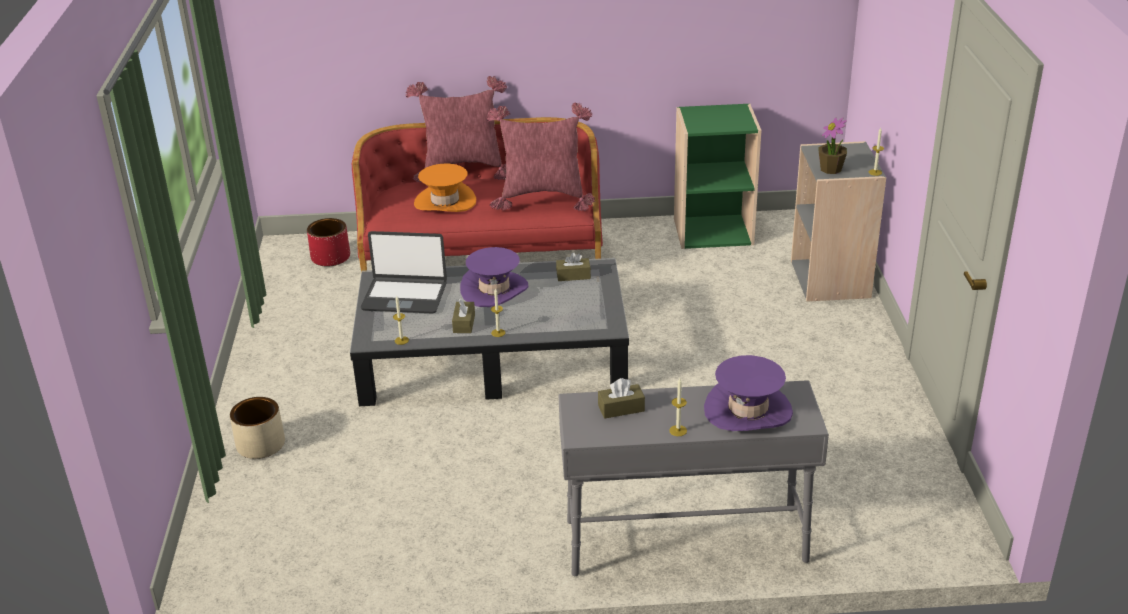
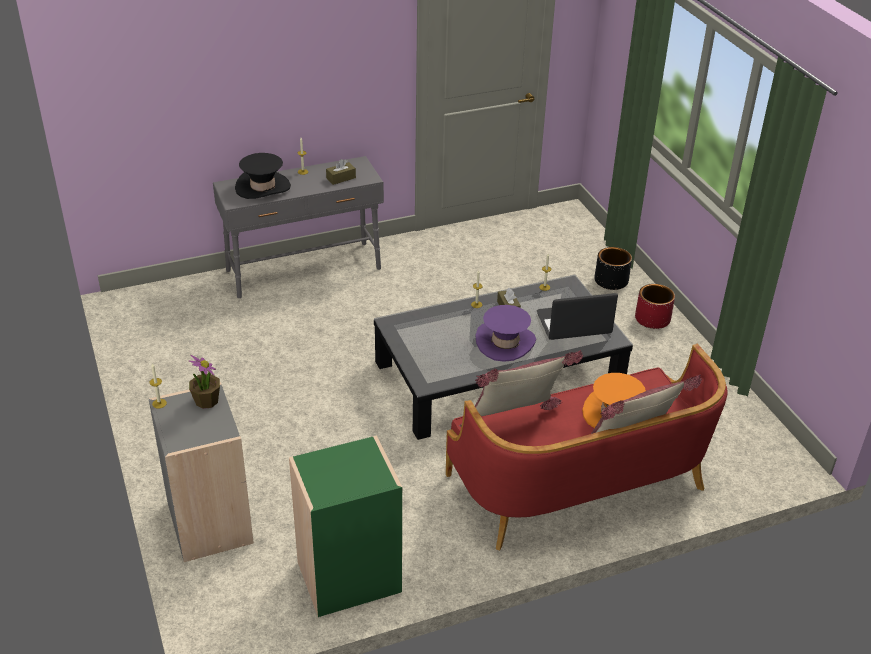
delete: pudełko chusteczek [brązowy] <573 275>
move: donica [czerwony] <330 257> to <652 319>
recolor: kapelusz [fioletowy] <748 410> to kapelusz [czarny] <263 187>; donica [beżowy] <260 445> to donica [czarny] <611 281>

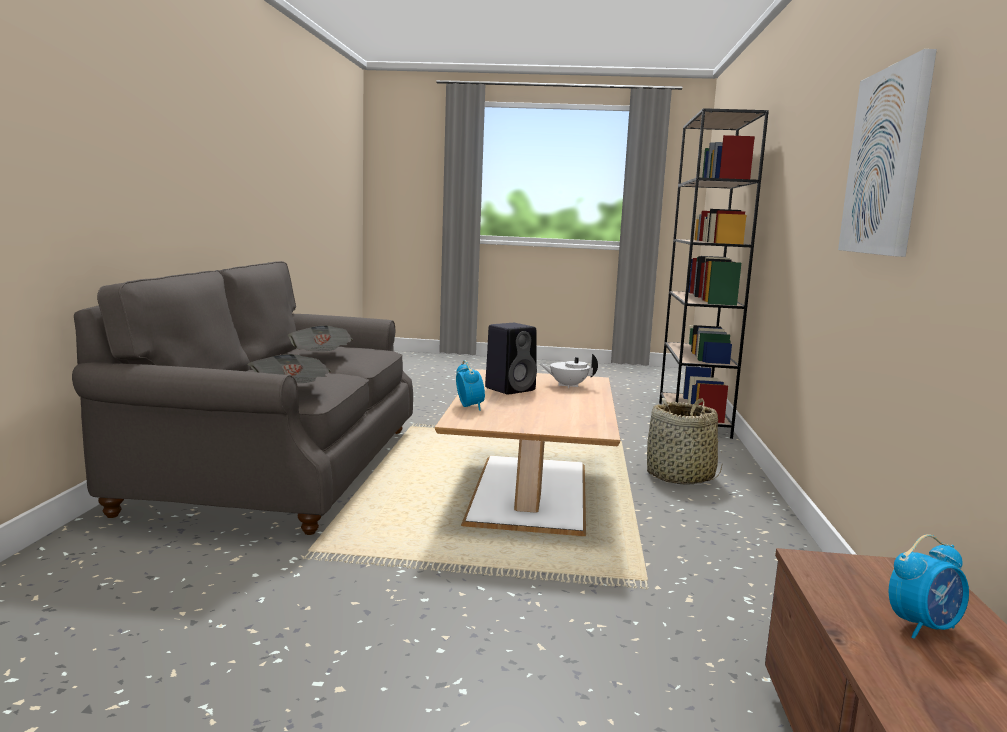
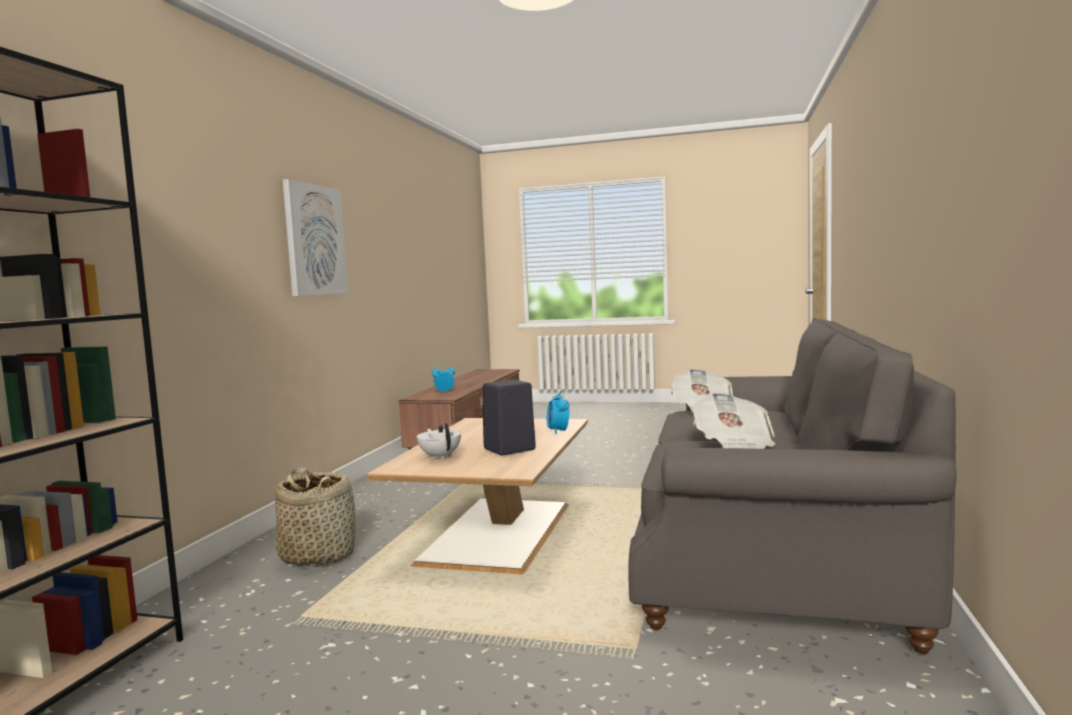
rotate: imbryk [biały] <568 386> = <440 457> 135 degrees counterclockwise

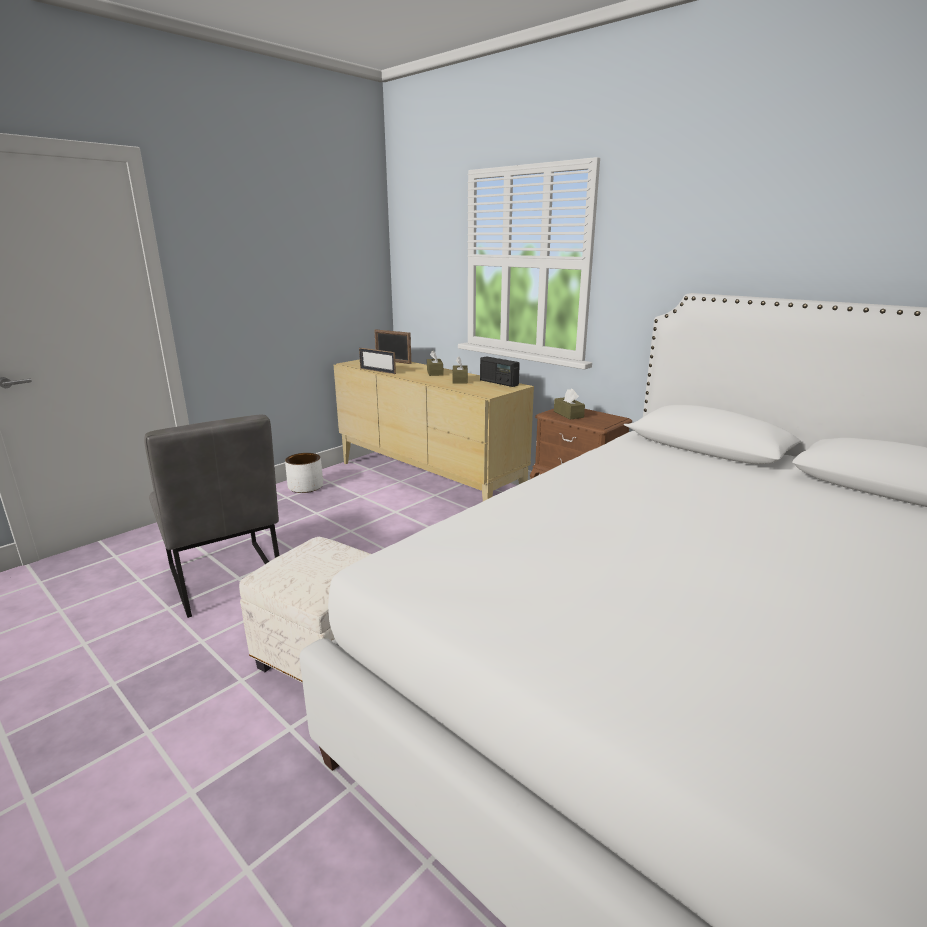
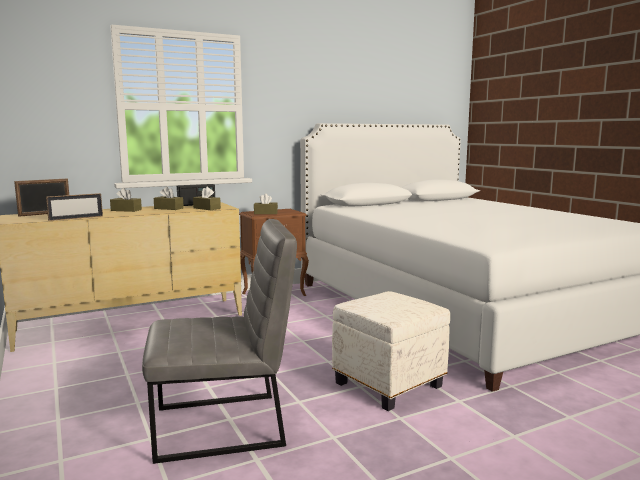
delete: donica [biały] <306 486>
insert: pudełko chusteczek [brązowy] <207 208>

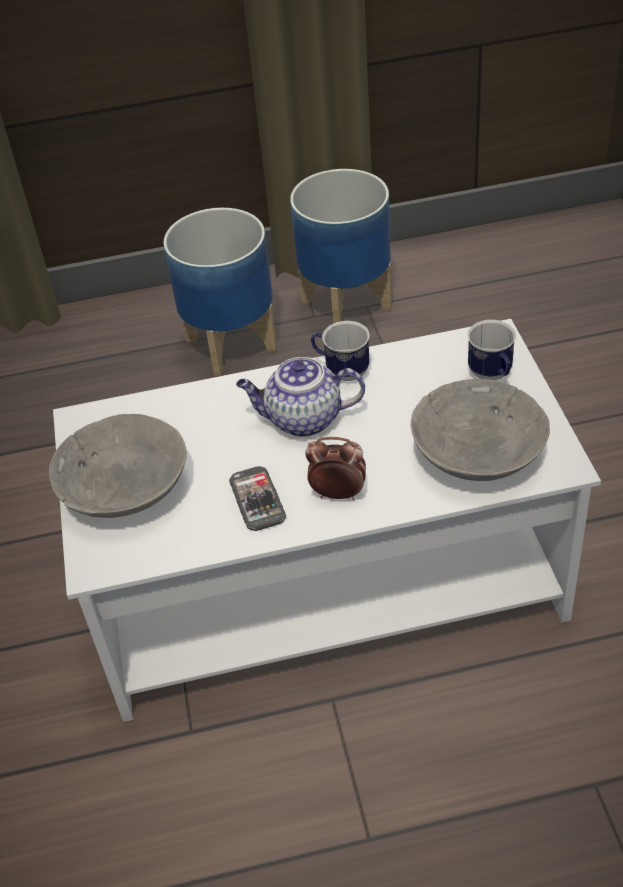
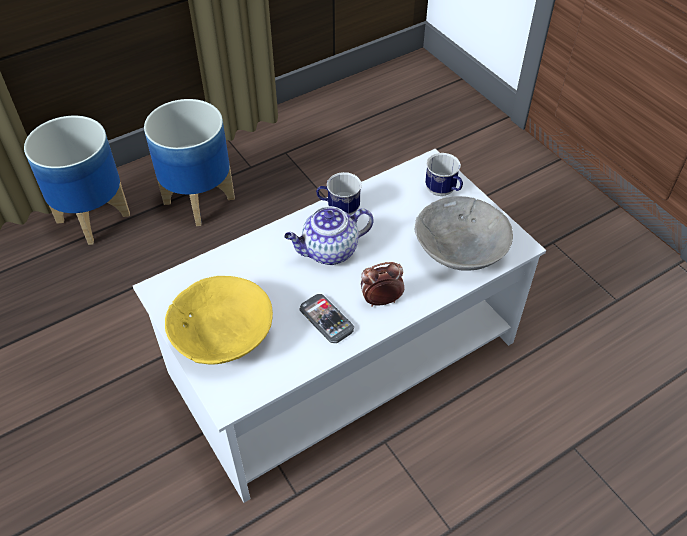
move: donica <347 303> to <94 217>
recolor: miska [szary] <126 487> to miska [żółty] <223 334>

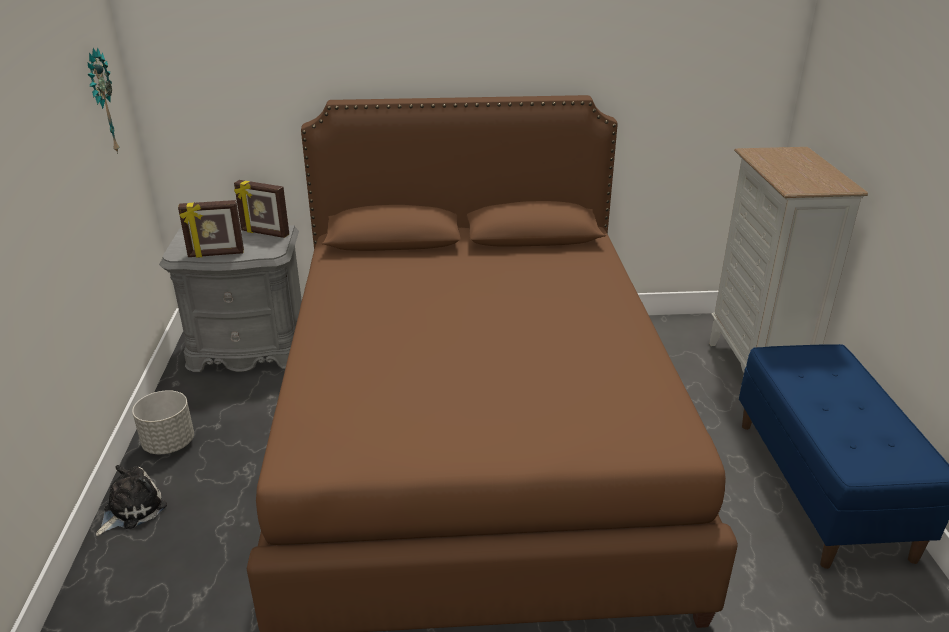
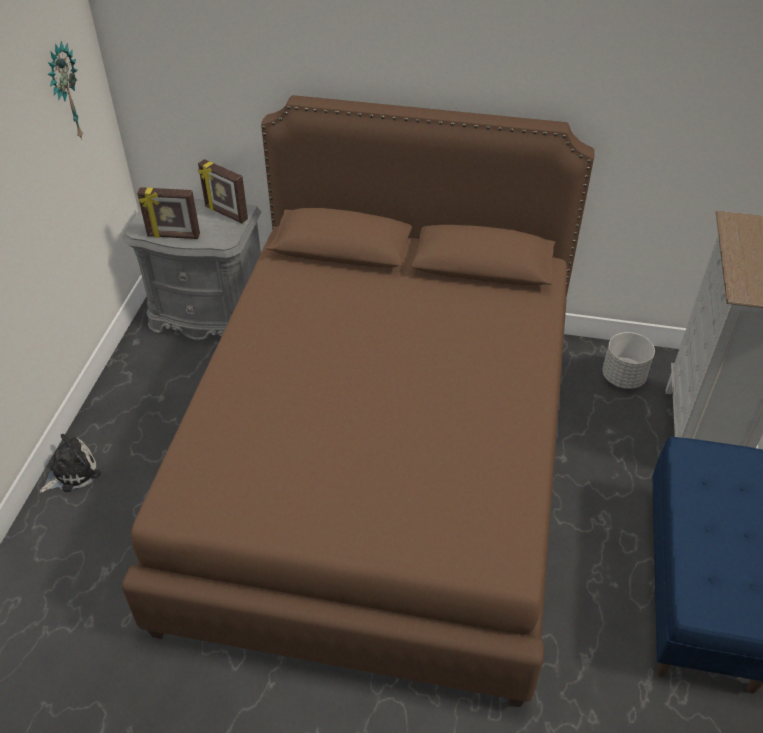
move: donica [szary] <168 444> to <622 377>

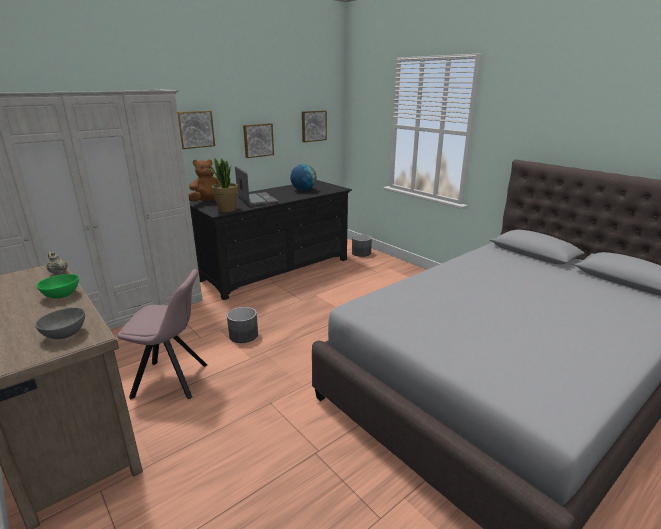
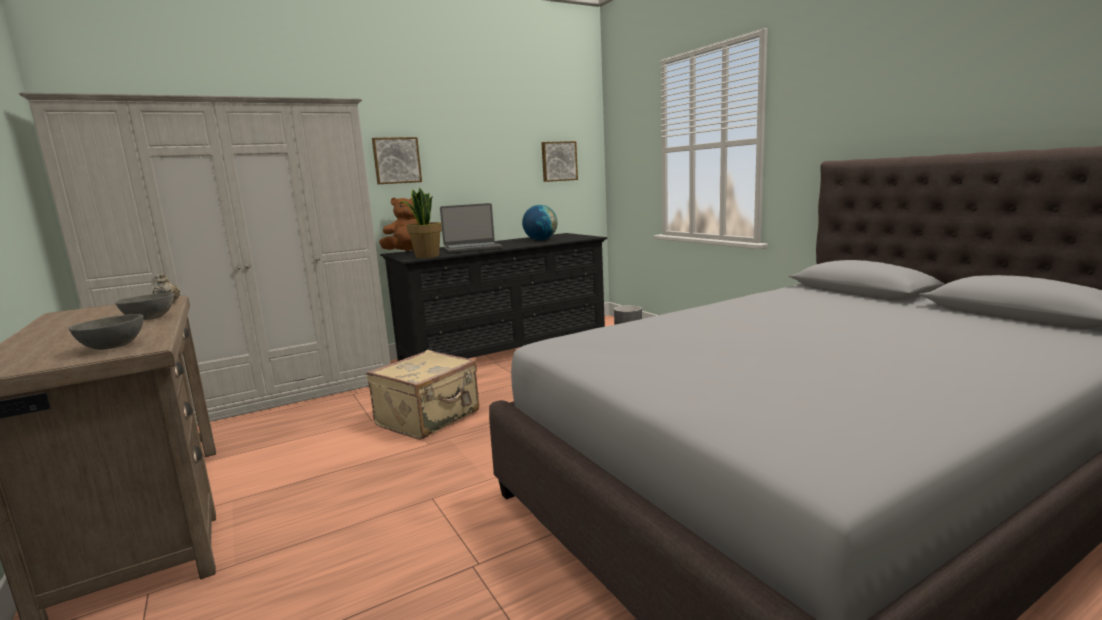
delete: krzesło [różowy] <171 380>; obraz <258 140>
replace: donica [szary] <243 335> to walizka [beżowy] <429 418>
recolor: miska [zielony] <62 296> to miska [szary] <150 319>
rotate: laptop <257 200> = <472 249> 90 degrees clockwise

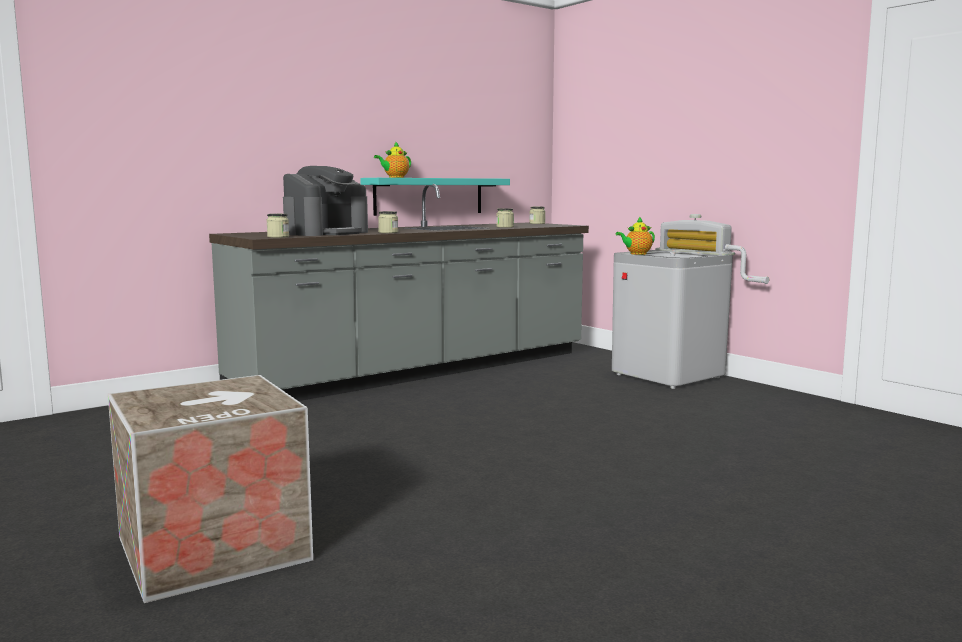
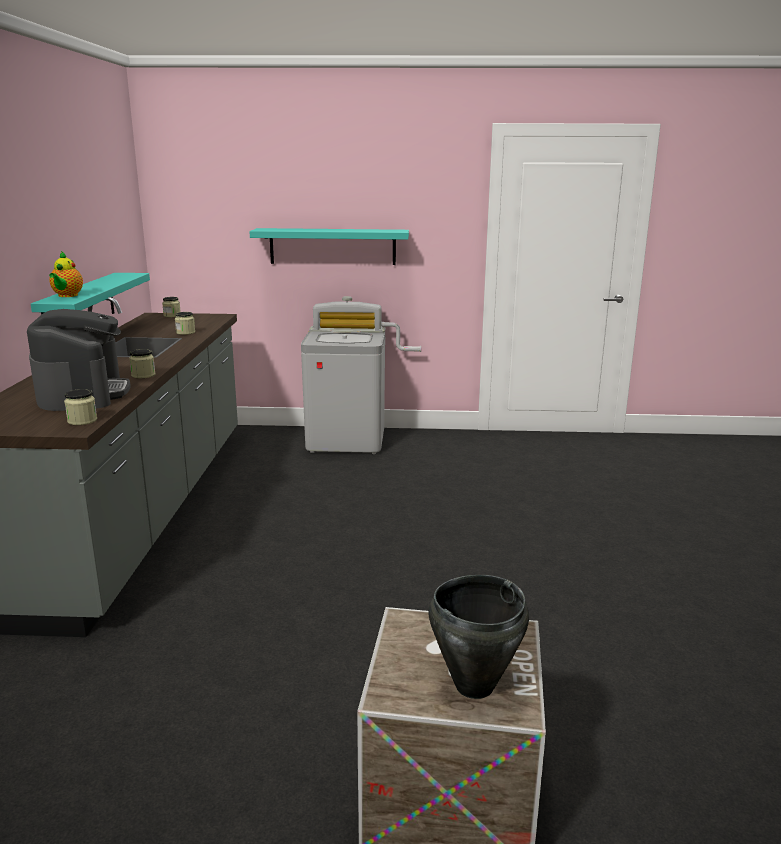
delete: imbryk <636 254>
insert: półka [turkusowy] <332 246>; garnek [czarny] <473 685>

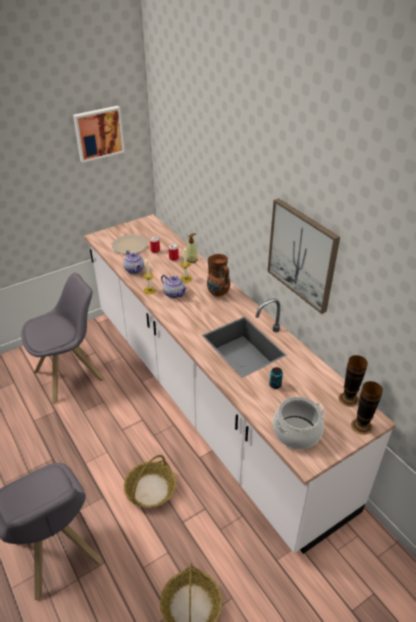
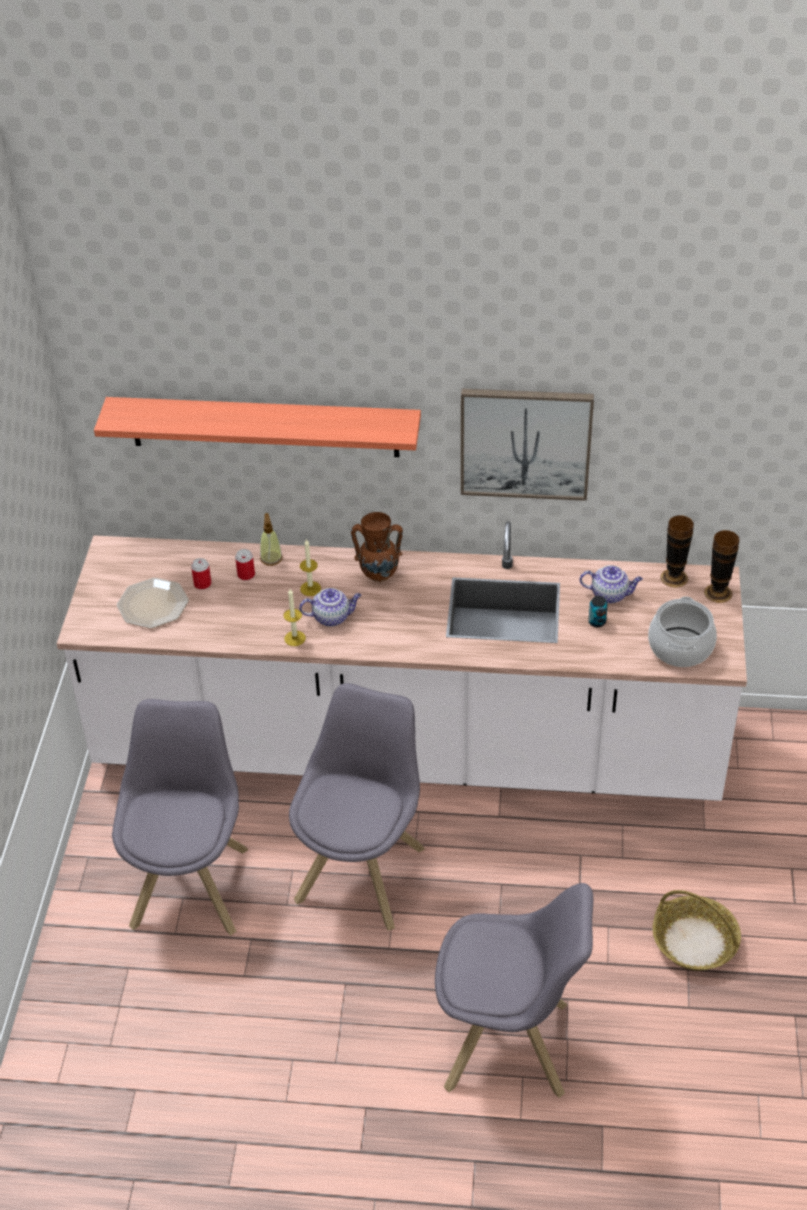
delete: obraz <98 133>; koszyk <150 489>
insert: półka <264 426>; krzesło [szary] <362 874>
move: imbryk <134 270> to <610 594>

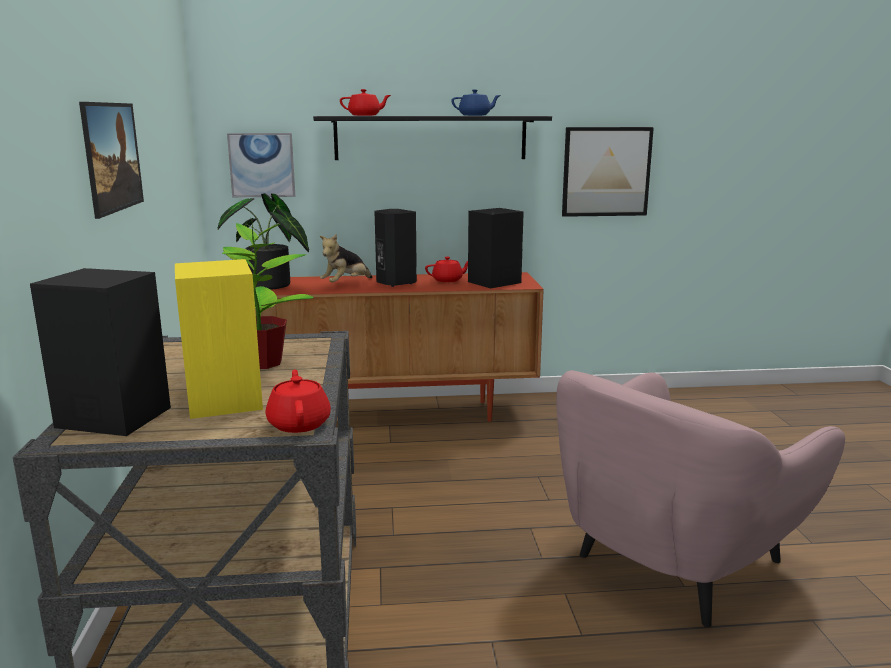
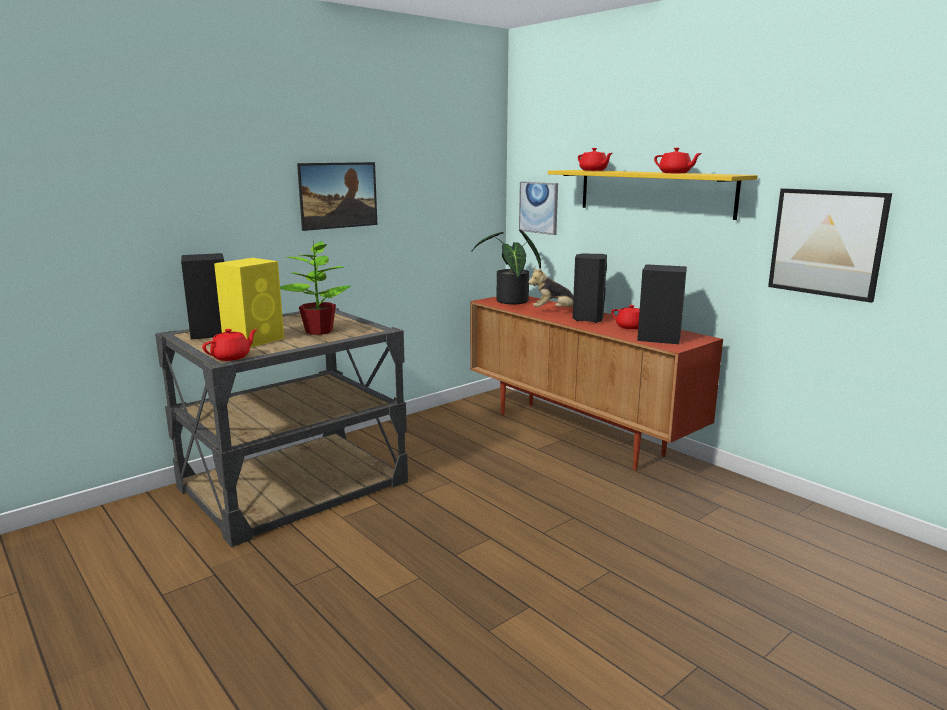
delete: fotel [różowy] <675 563>
recolor: półka [czarny] <430 137> to półka [żółty] <654 192>; imbryk [niebieski] <475 115> to imbryk [czerwony] <675 173>

